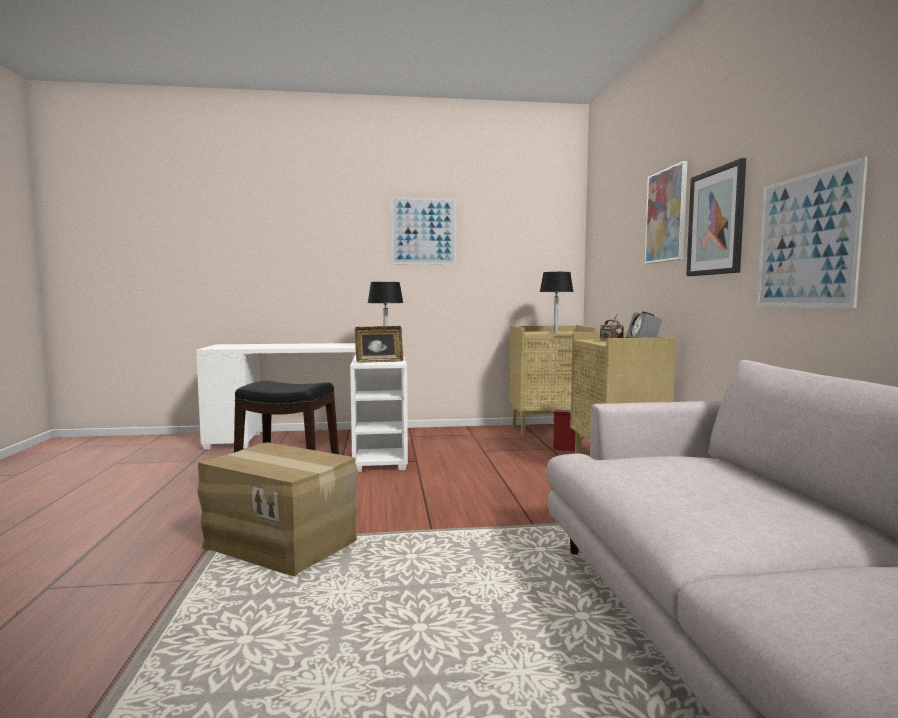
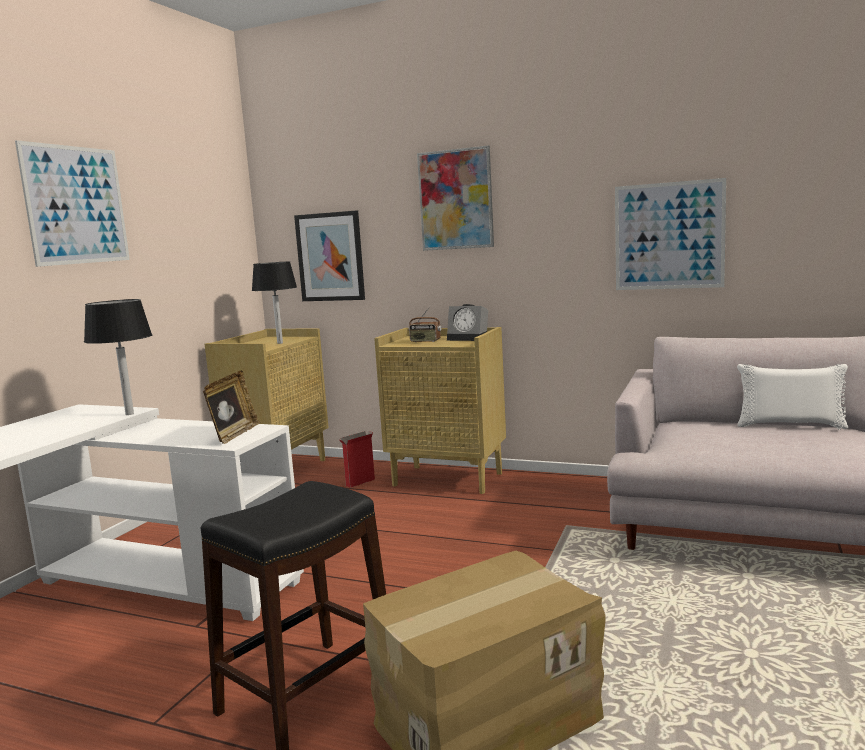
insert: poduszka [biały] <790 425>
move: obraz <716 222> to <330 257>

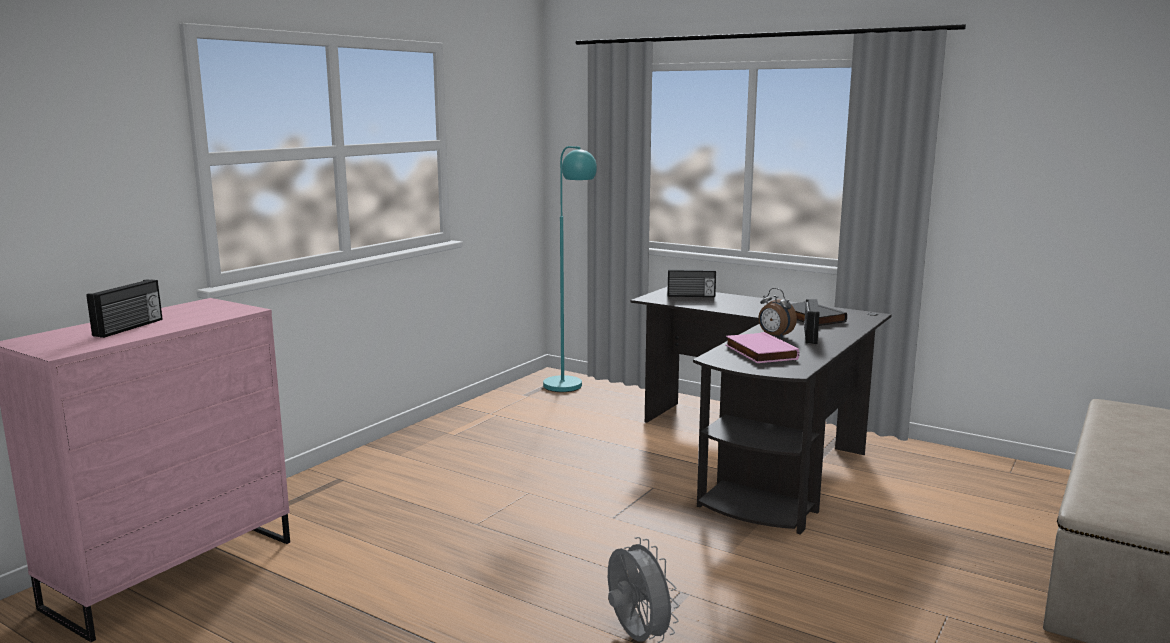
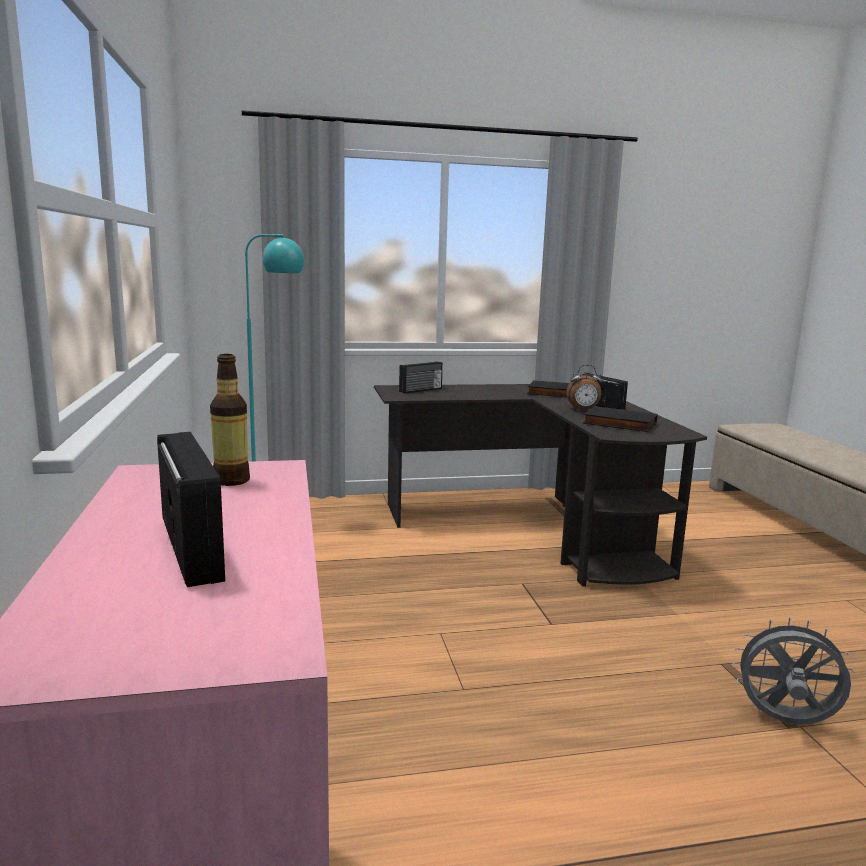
insert: butelka <231 481>
recolor: książka [różowy] <759 352> to książka [czarny] <618 424>

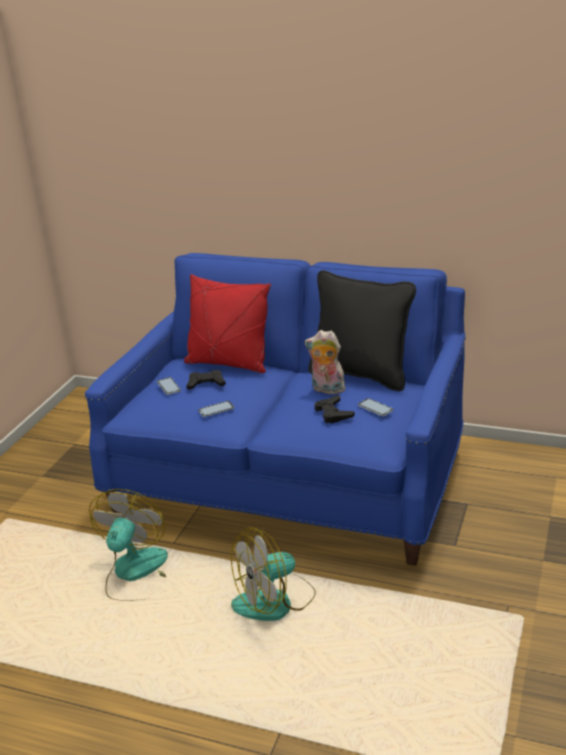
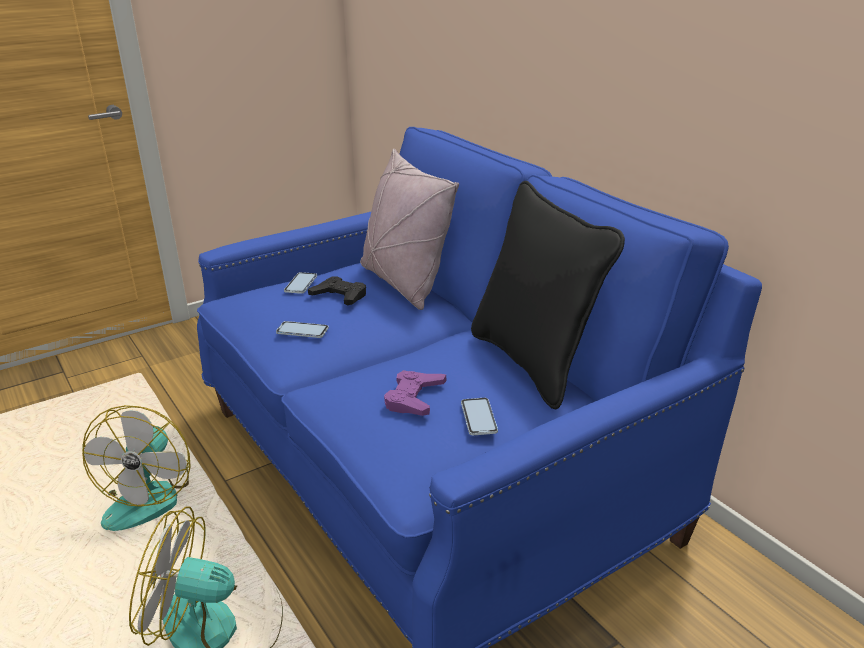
delete: pluszak <326 390>
recolor: poduszka [czerwony] <229 363> to poduszka [fioletowy] <404 284>; pad do gier [czarny] <333 413> to pad do gier [fioletowy] <414 398>
rotate: wentylator <136 574> = <149 496> 135 degrees clockwise

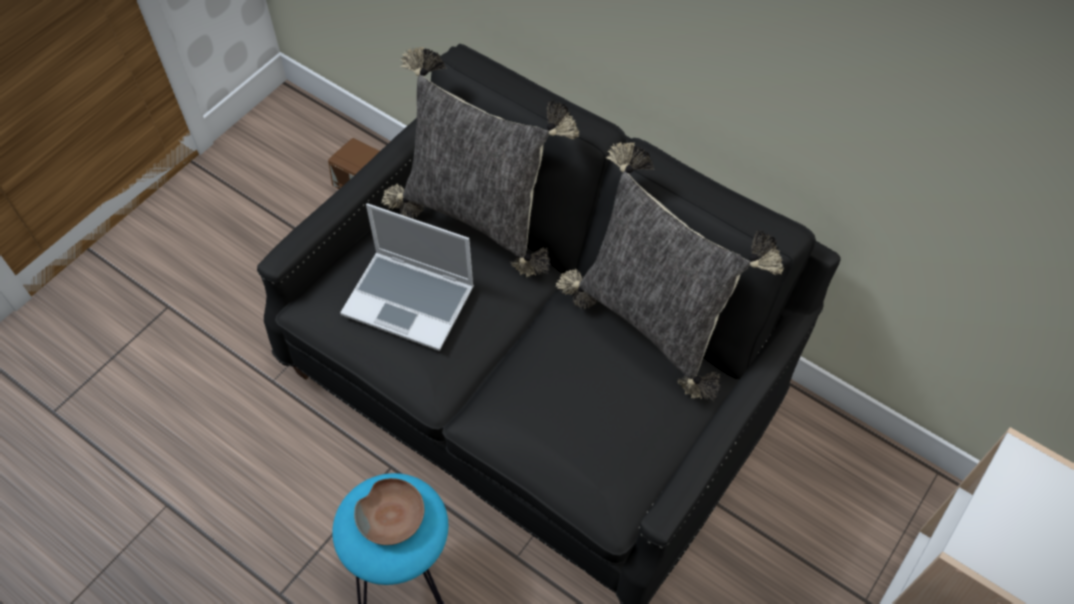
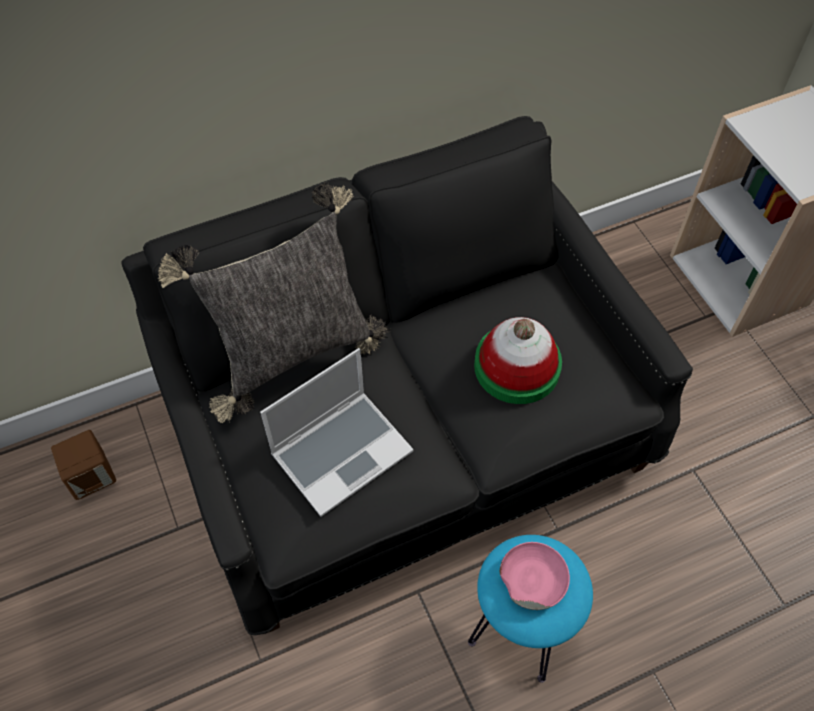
delete: poduszka <654 327>
insert: kapelusz <517 366>
recolor: miska [brązowy] <392 516> to miska [różowy] <532 578>

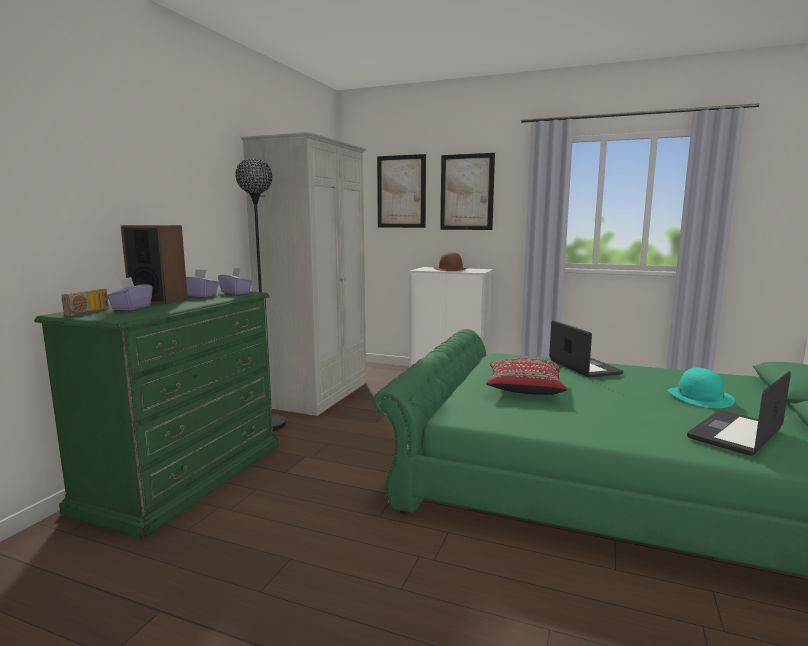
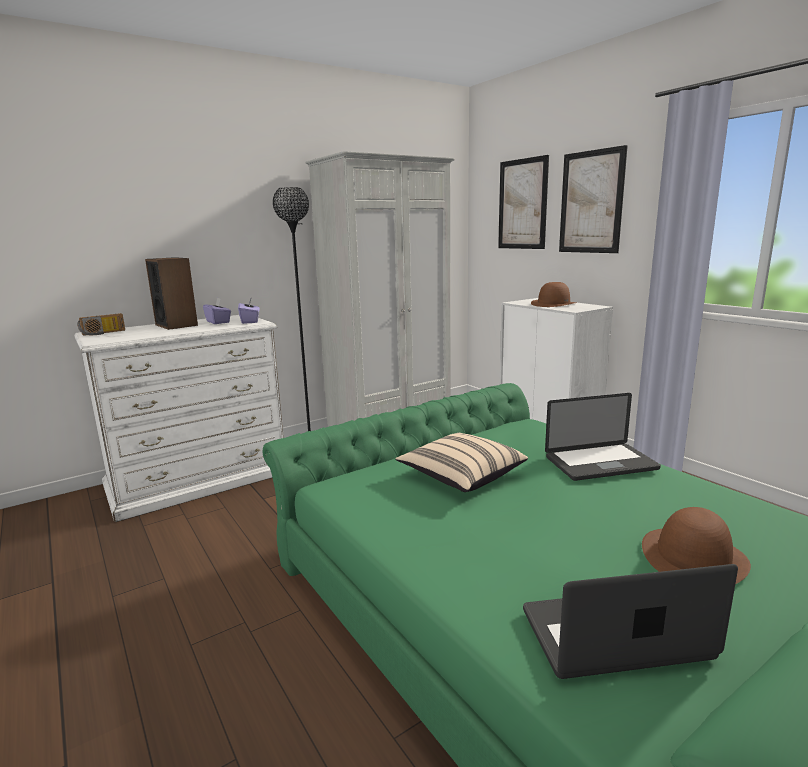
delete: pudełko chusteczek [fioletowy] <131 308>
recolor: komoda [zielony] <185 475> to komoda [biały] <201 478>; poduszka [czerwony] <524 390> to poduszka [beżowy] <461 476>; kapelusz [turkusowy] <700 397> to kapelusz [brązowy] <693 557>
rotate: laptop <584 367> = <600 463> 60 degrees clockwise

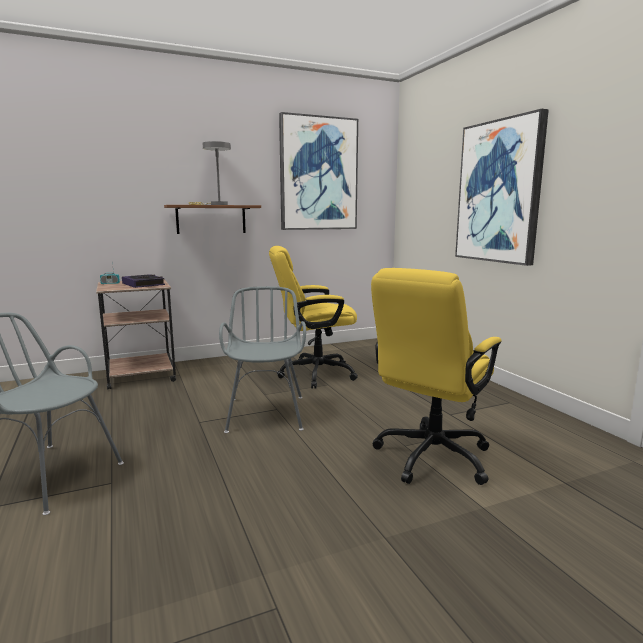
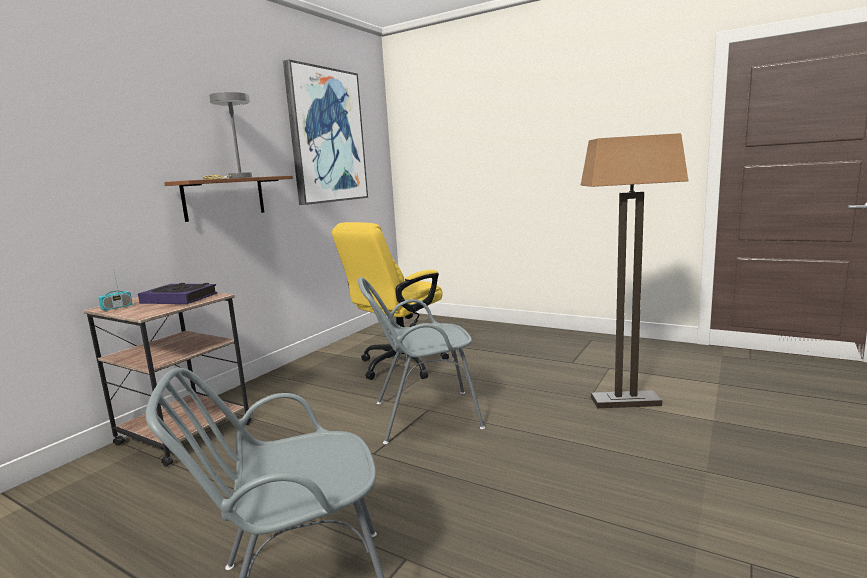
delete: obraz <499 192>
replace: krzesło biurowe [żółty] <430 460> to lampa stojąca <625 402>
rotate: krzesło [szary] <265 411> = <422 416> 60 degrees counterclockwise

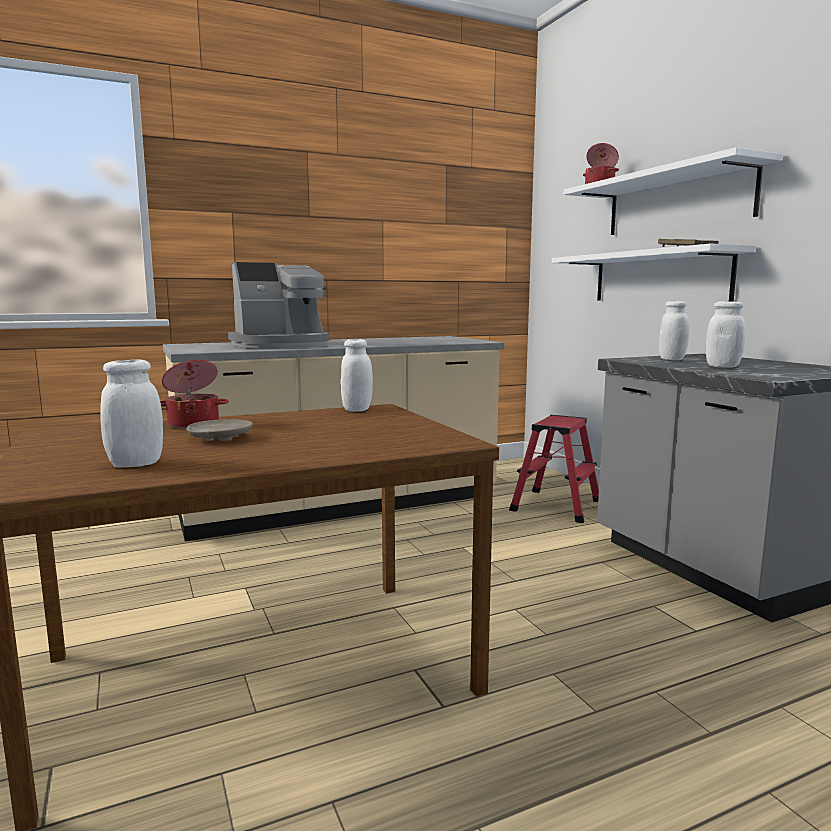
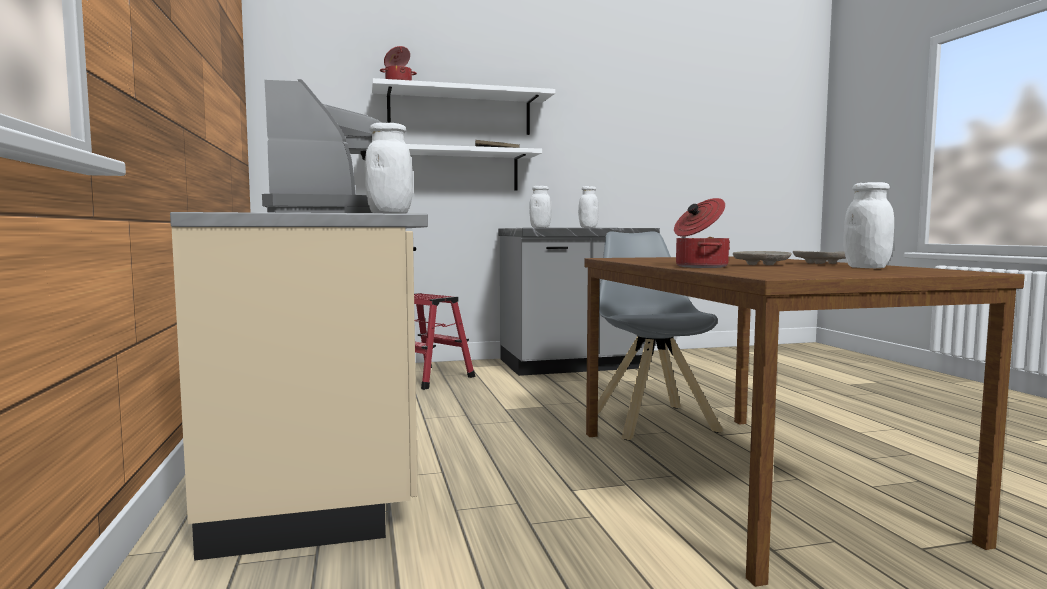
insert: krzesło [szary] <652 420>; talerz [beżowy] <821 263>
move: słoik [biały] <357 409> to <389 213>

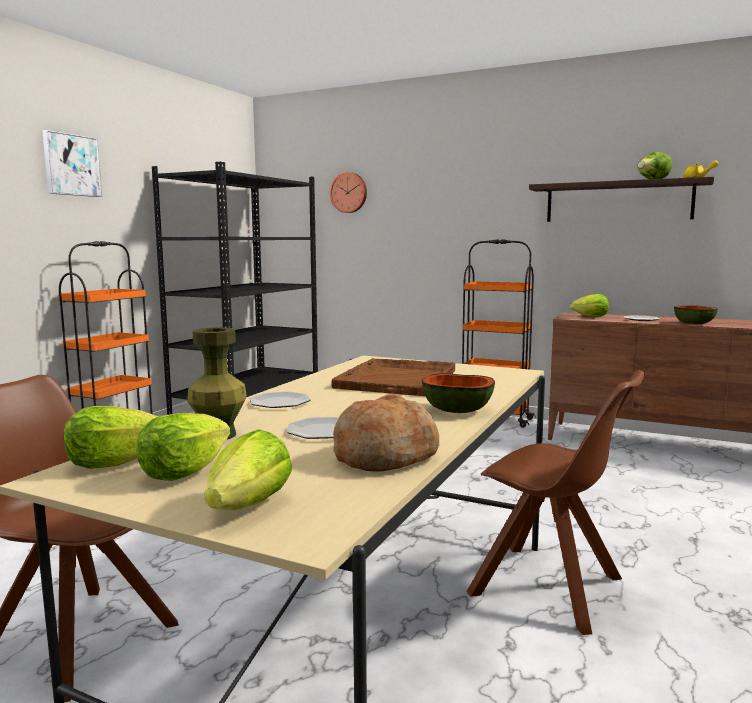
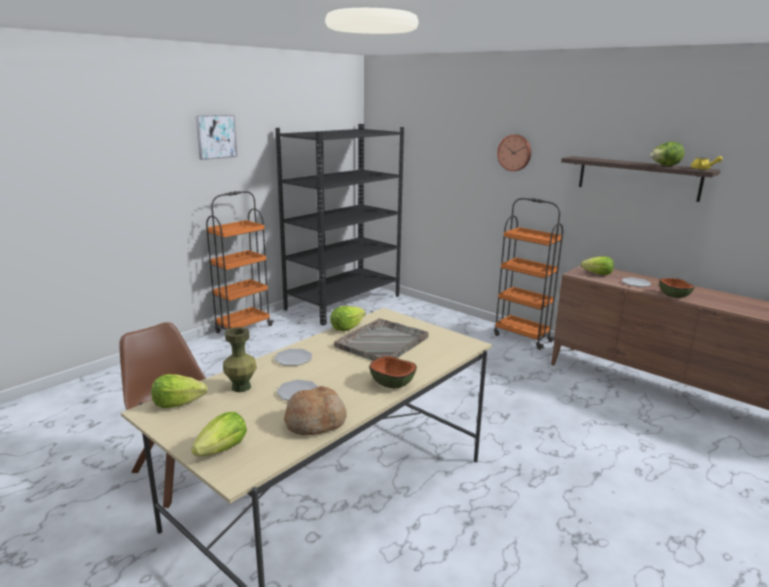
delete: krzesło [brązowy] <550 588>
move: sałata <183 473> to <346 328>; zegar ścienny <349 192> to <515 152>
recolor: taca [brązowy] <397 379> to taca [szary] <383 342>

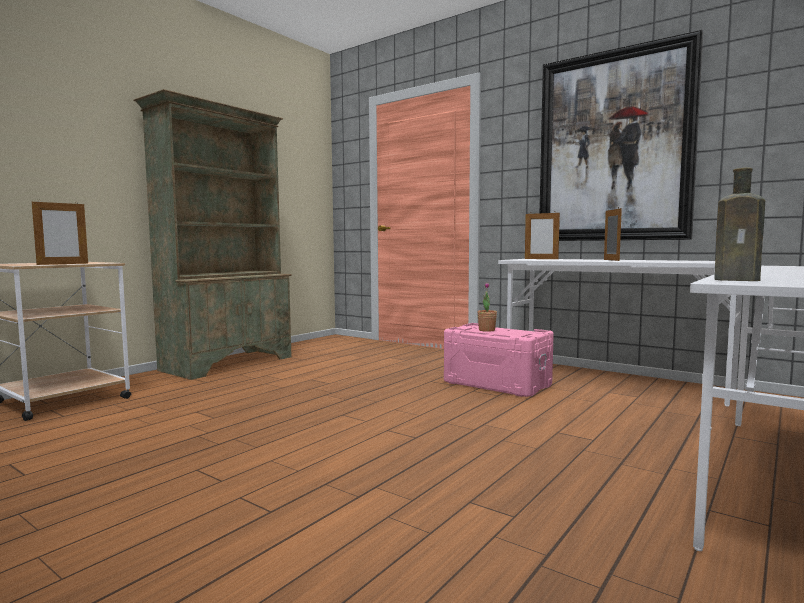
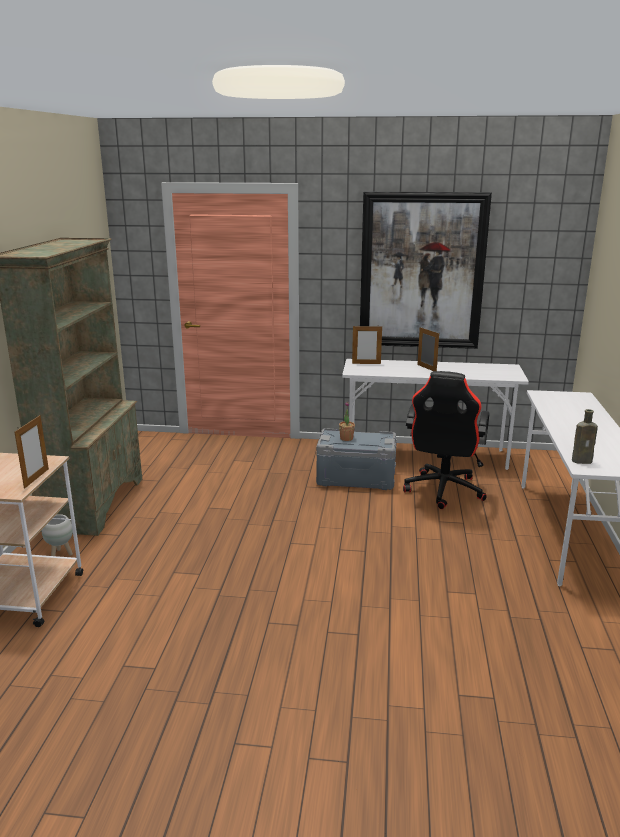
insert: donica [biały] <61 554>; krzesło biurowe [czarny] <442 493>
recolor: pojemnik do przechowywania [różowy] <496 384> to pojemnik do przechowywania [szary] <356 478>

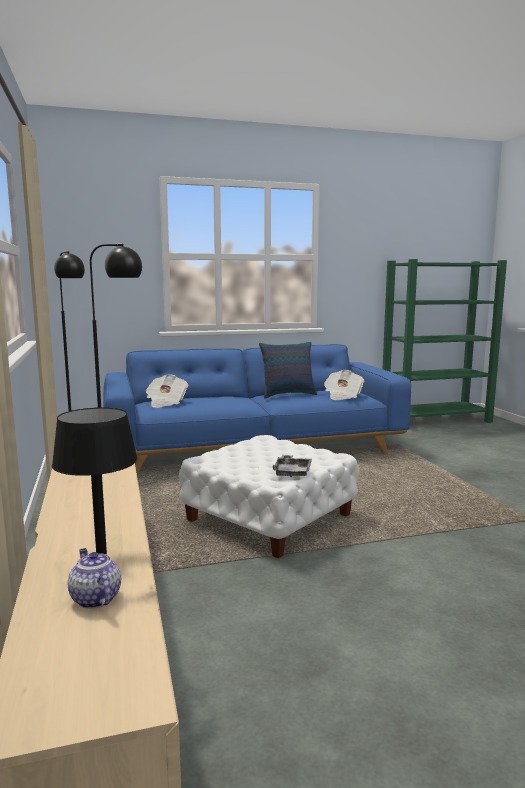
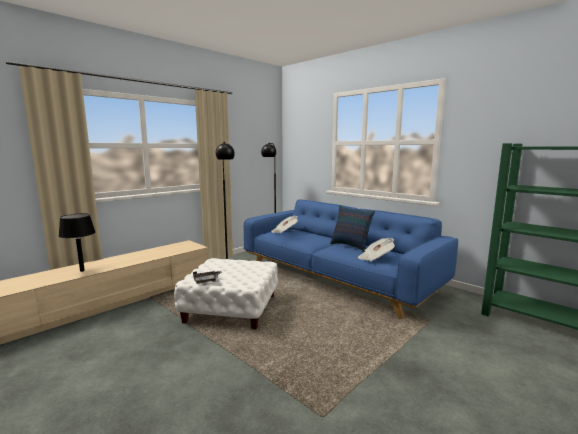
delete: imbryk <95 598>

